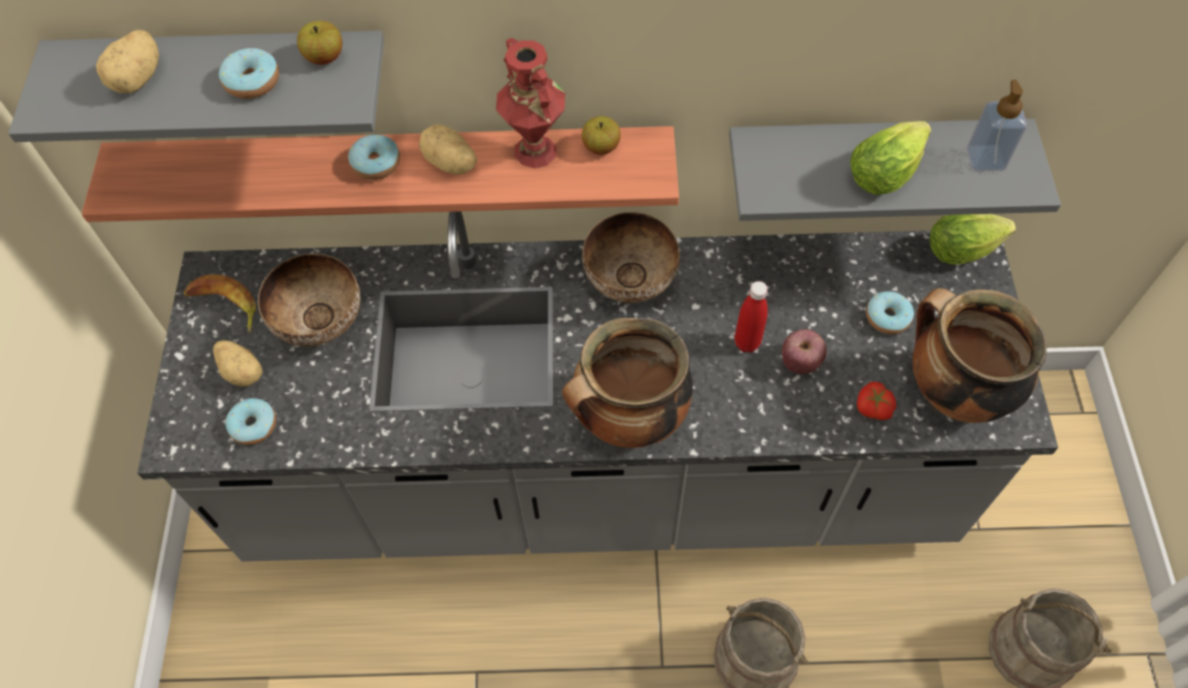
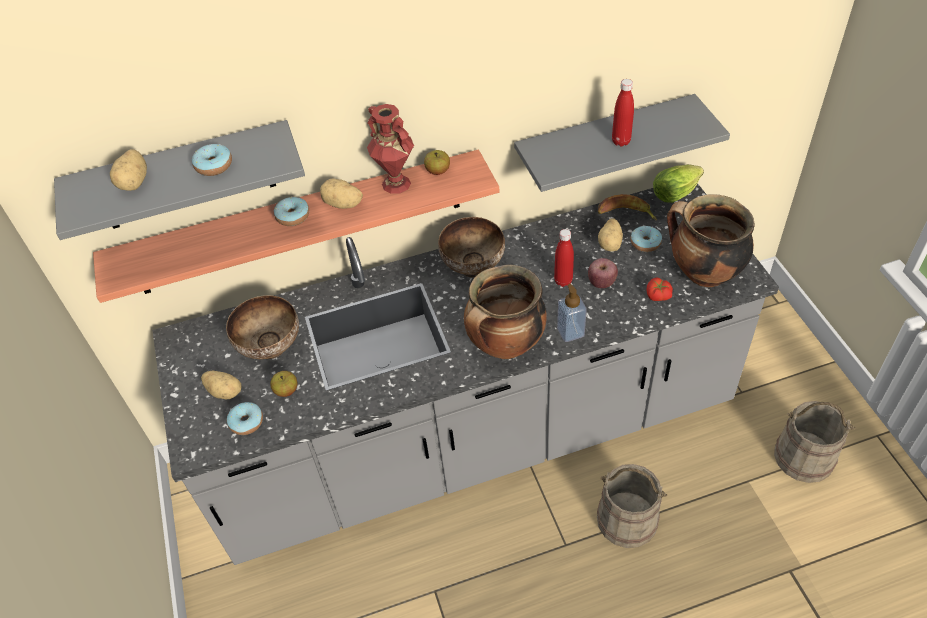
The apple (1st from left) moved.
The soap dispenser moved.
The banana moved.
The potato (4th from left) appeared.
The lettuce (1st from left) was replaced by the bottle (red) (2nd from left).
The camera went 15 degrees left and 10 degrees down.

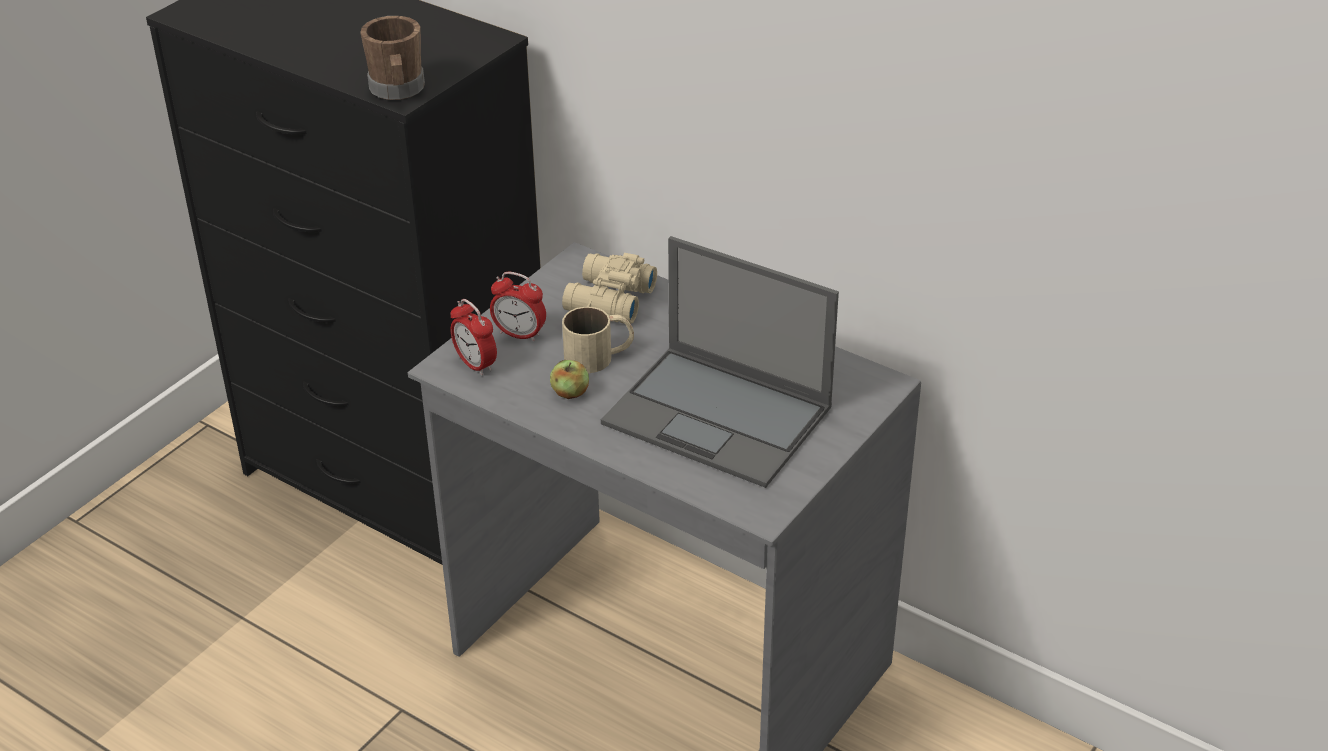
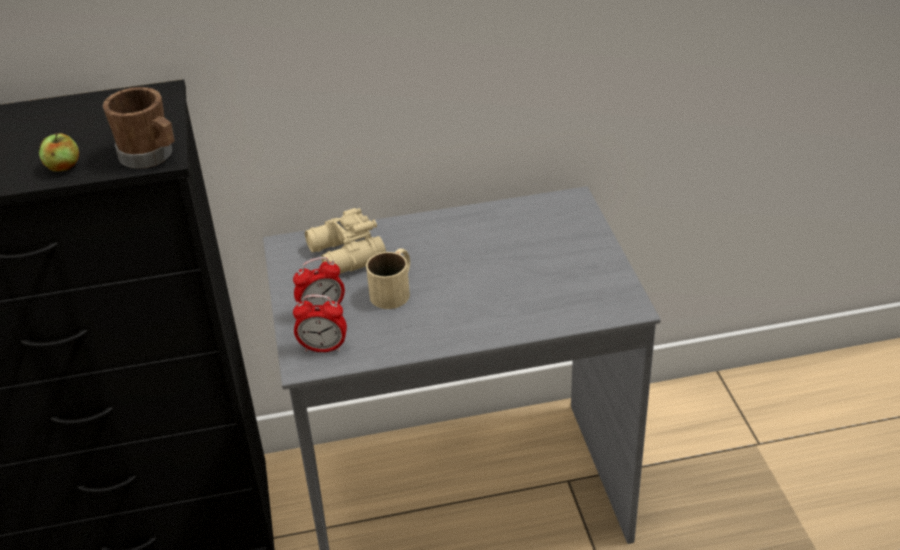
The apple moved.
The laptop disappeared.
The camera went 45 degrees left and 0 degrees up.

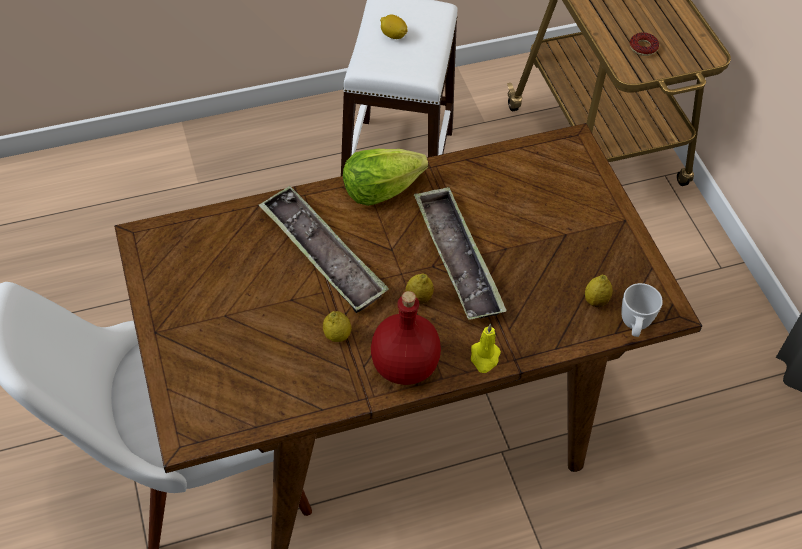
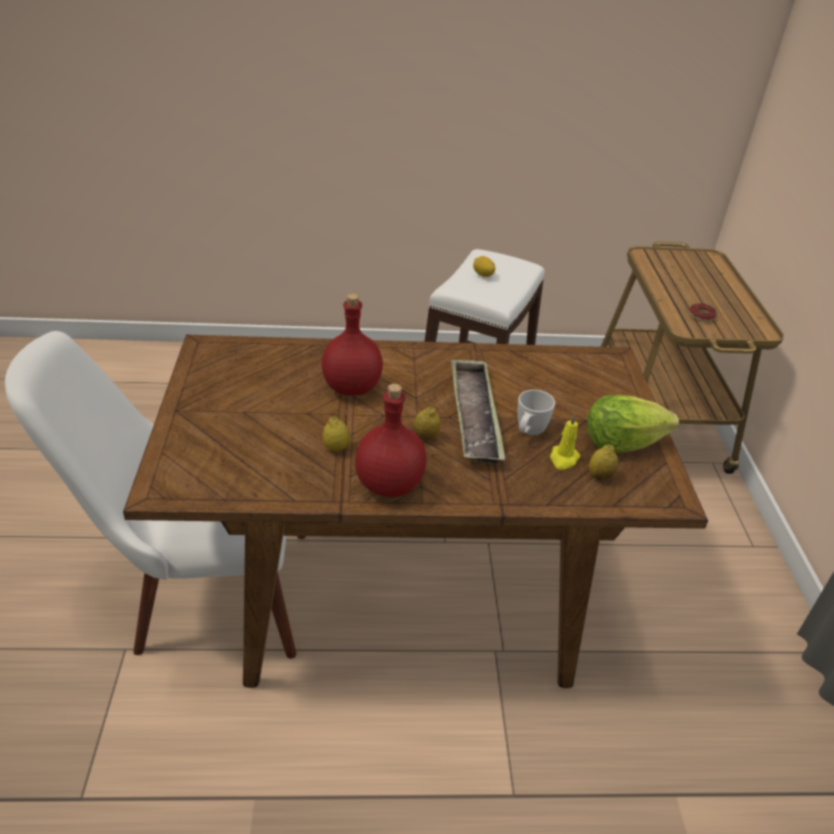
The tray (1st from left) was replaced by the bottle (red) (1st from left).
The mug (white) moved.
The candle (yellow) moved.
The lettuce moved.
The camera went 15 degrees right and 15 degrees down.

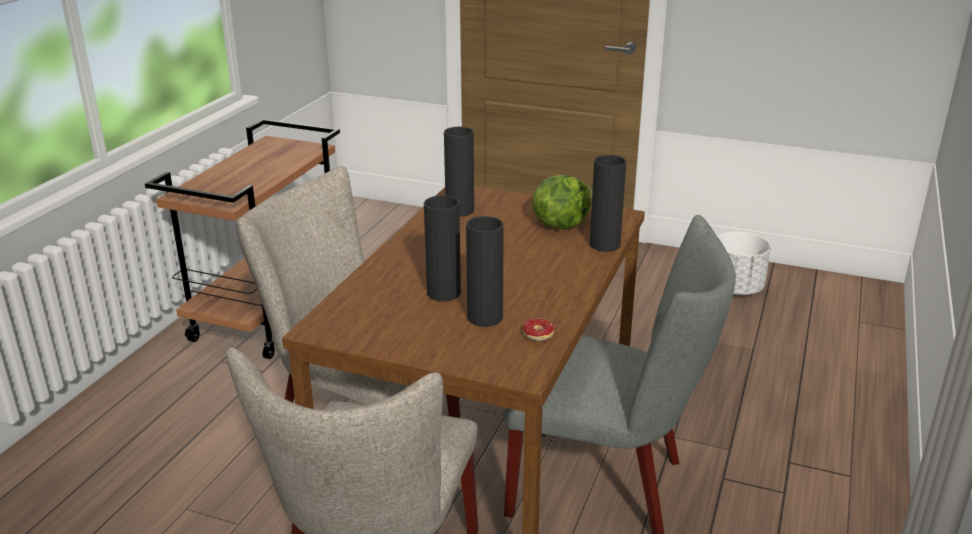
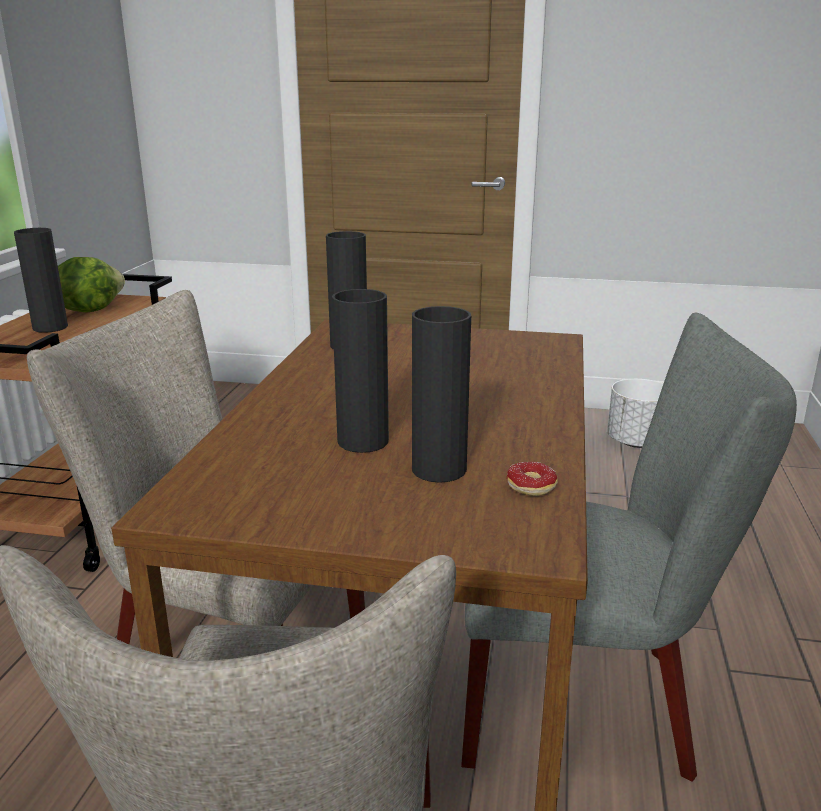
The vase (black) (4th from left in the first image) moved.
The lettuce moved.
The camera went 10 degrees left and 5 degrees down.

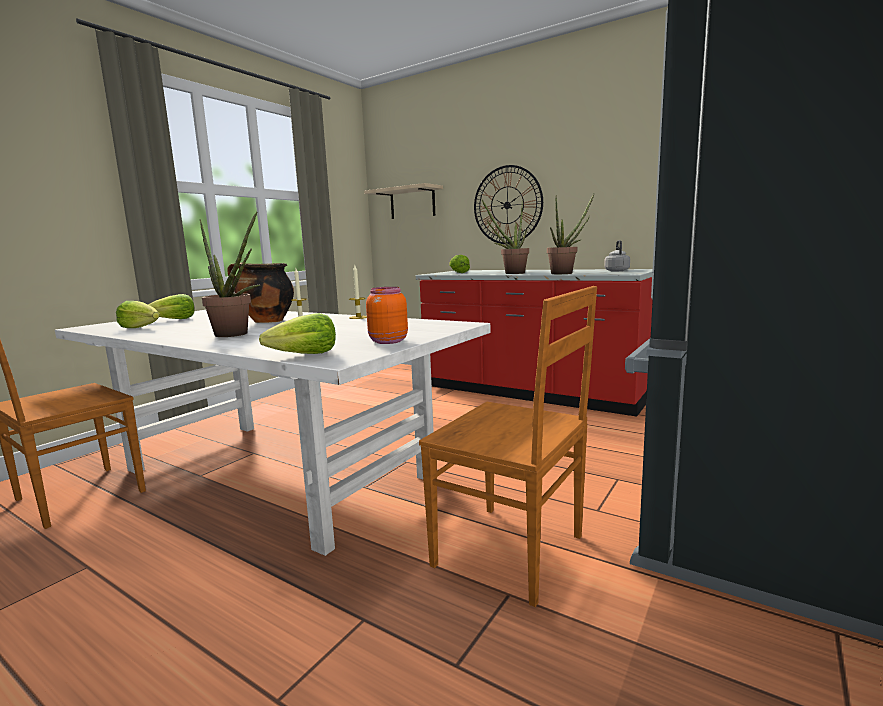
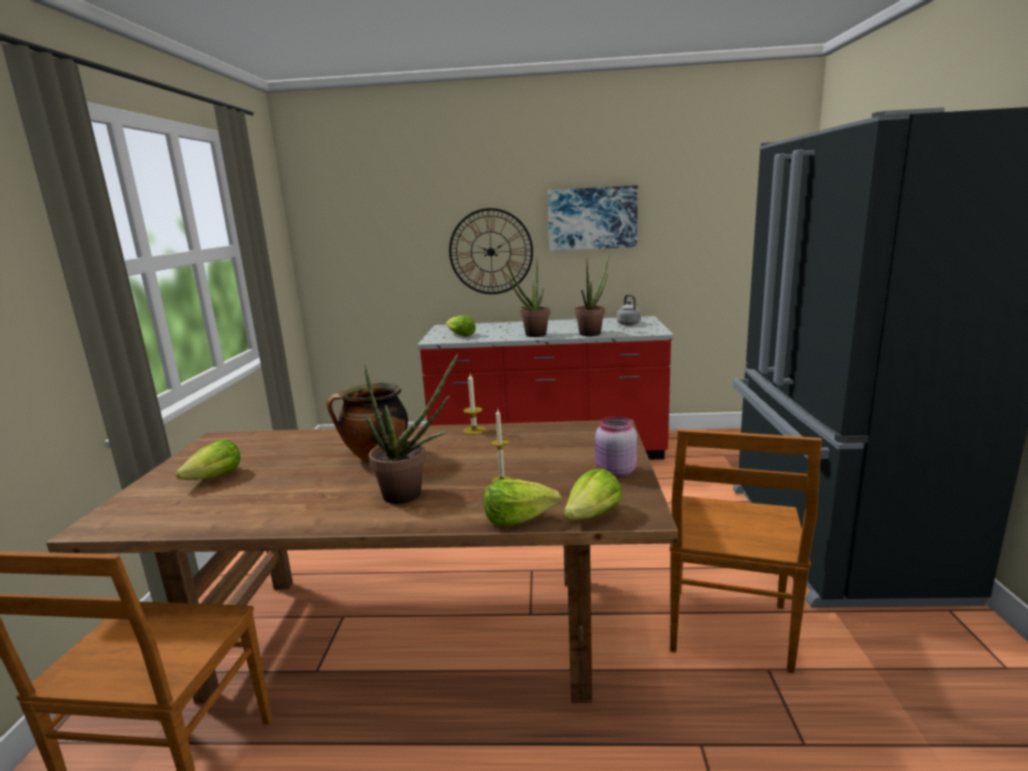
The dining table (white) became the dining table (brown).
The lettuce (1st from left in the first image) moved.
The picture appeared.
The jar (orange) became the jar (pink).
The chair (brown) (2nd from left) turned 105 degrees clockwise.
The shelf (beige) disappeared.
The camera went 30 degrees left and 5 degrees up.

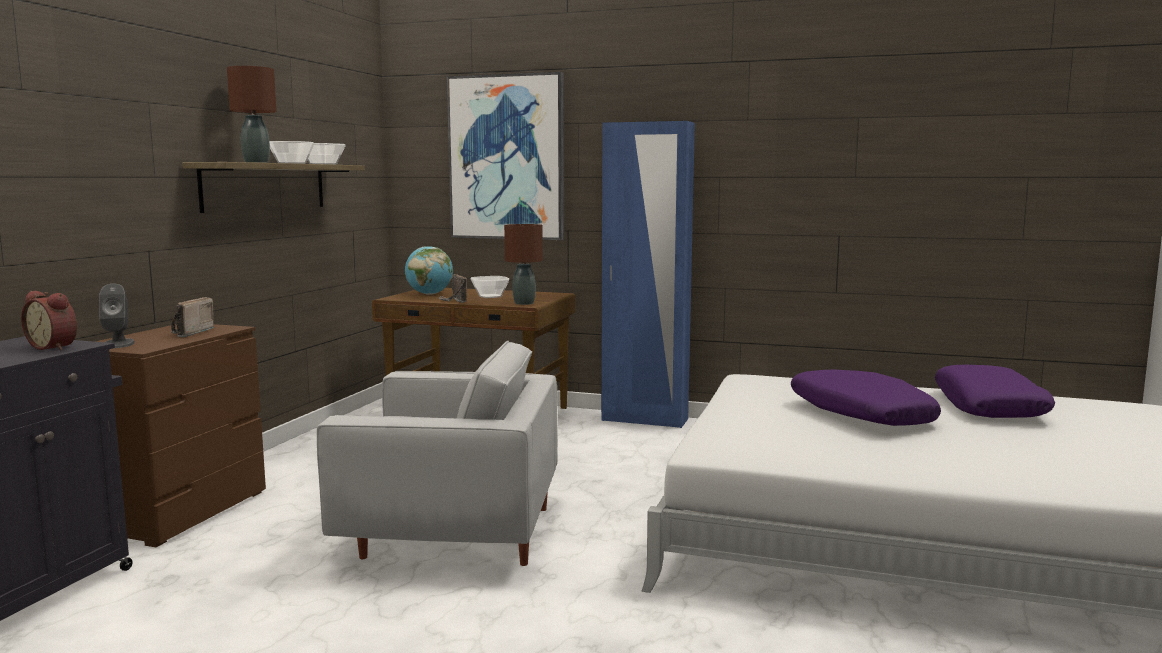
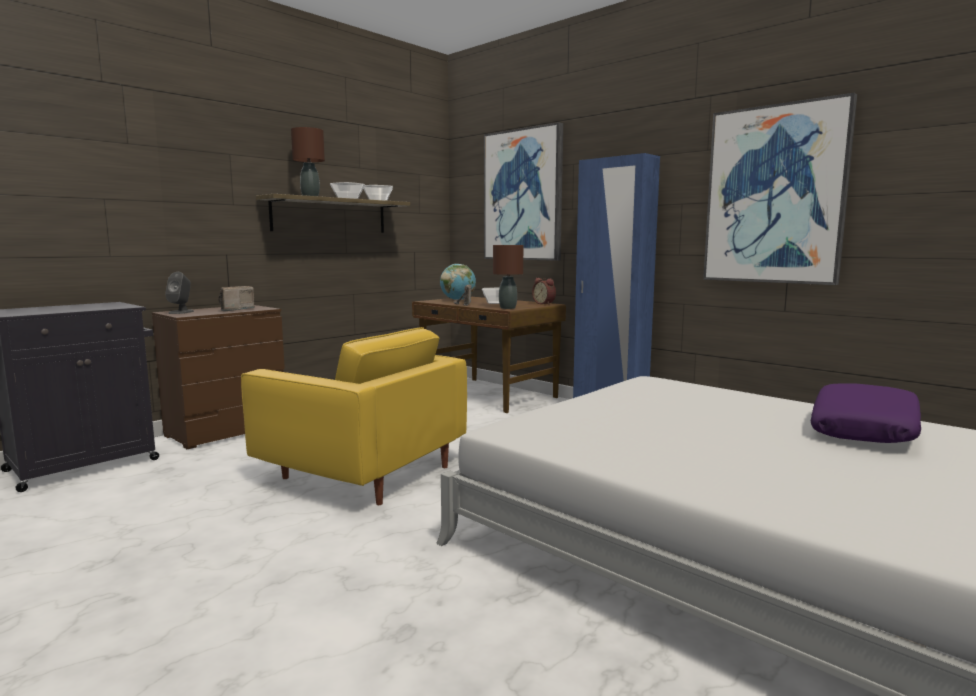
The armchair (white) became the armchair (yellow).
The alarm clock moved.
The picture (2nd from left) appeared.
The pillow (purple) (1st from left) disappeared.
The camera went 25 degrees right and 0 degrees up.

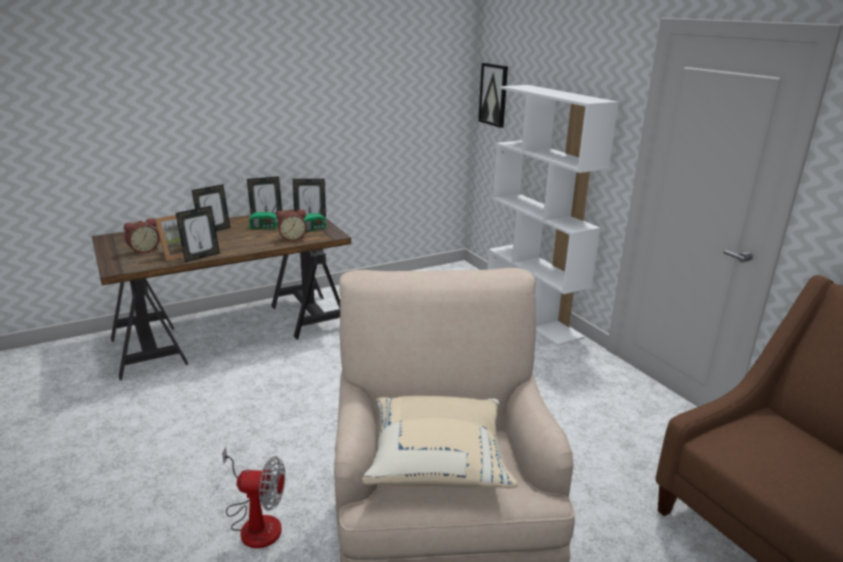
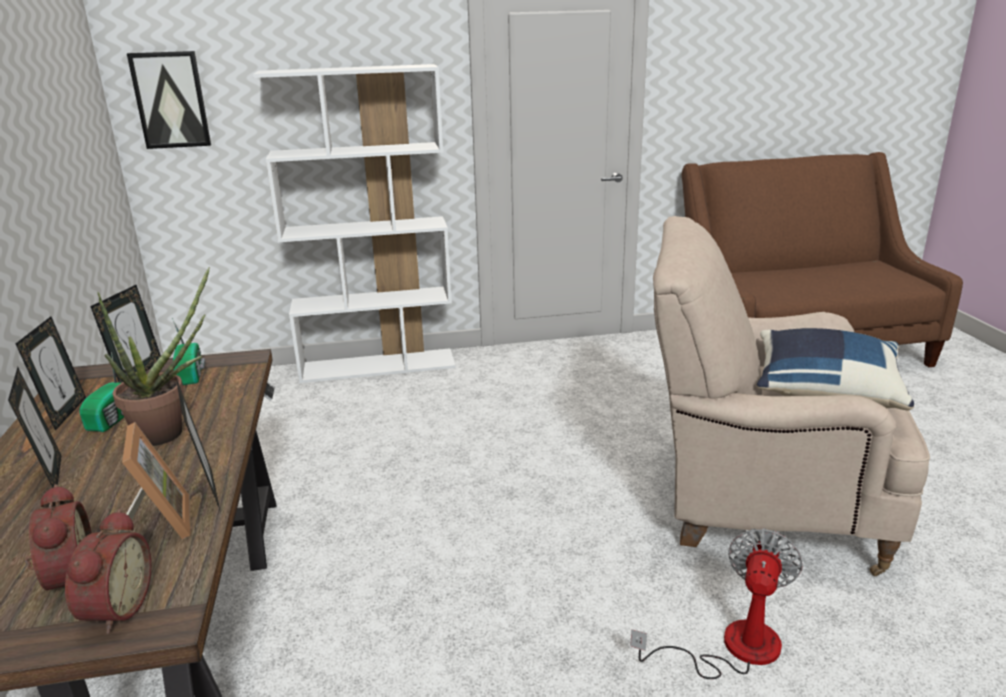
The alarm clock (2nd from left) moved.
The potted plant appeared.
The pillow (beige) became the pillow (blue).
The camera went 70 degrees left and 0 degrees up.

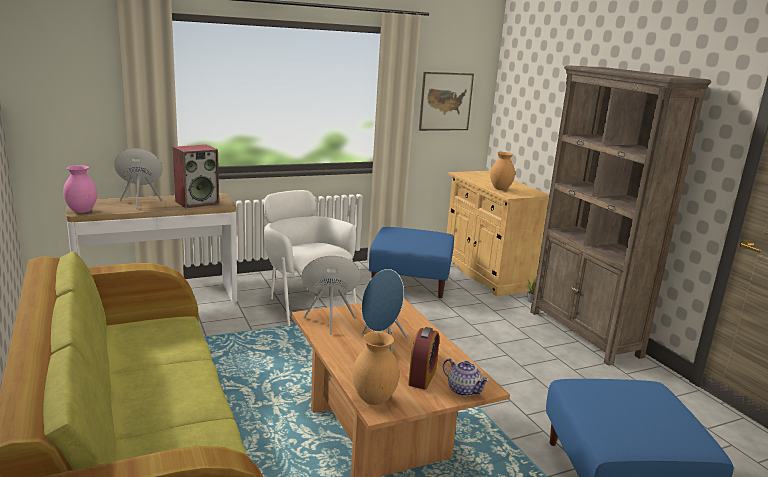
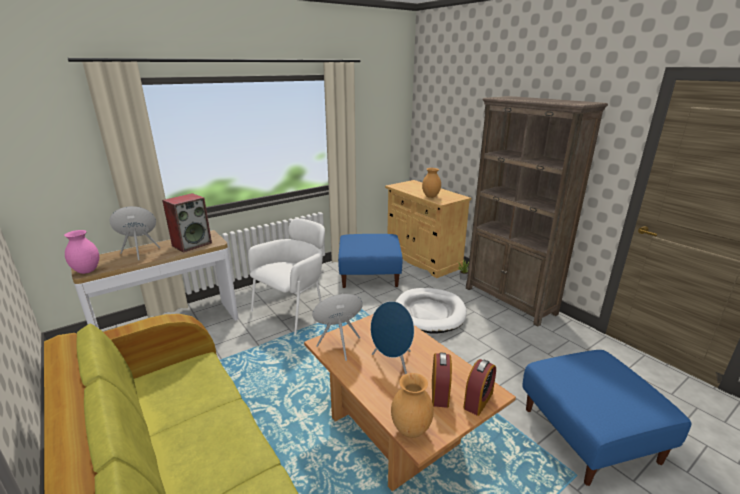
The armchair (white) turned 90 degrees clockwise.
The dog bed (white) appeared.
The teapot was replaced by the alarm clock (2nd from left).
The picture disappeared.
The camera went 10 degrees left and 5 degrees up.

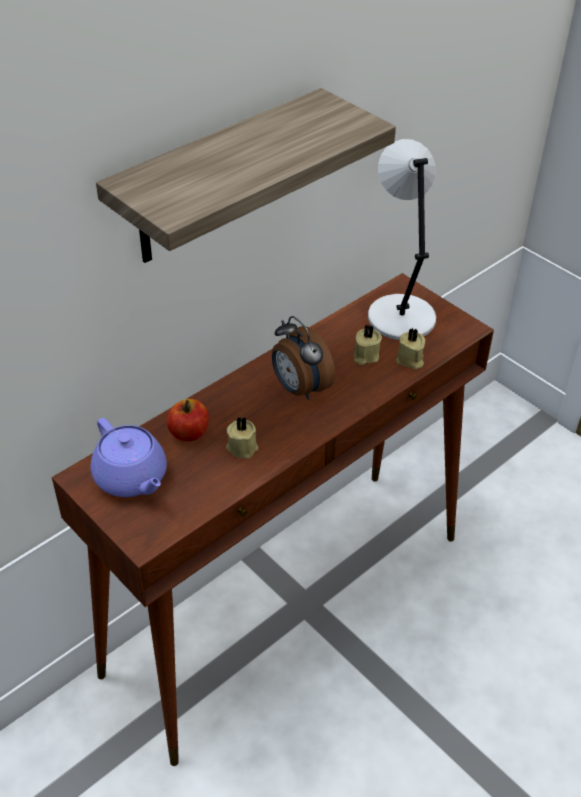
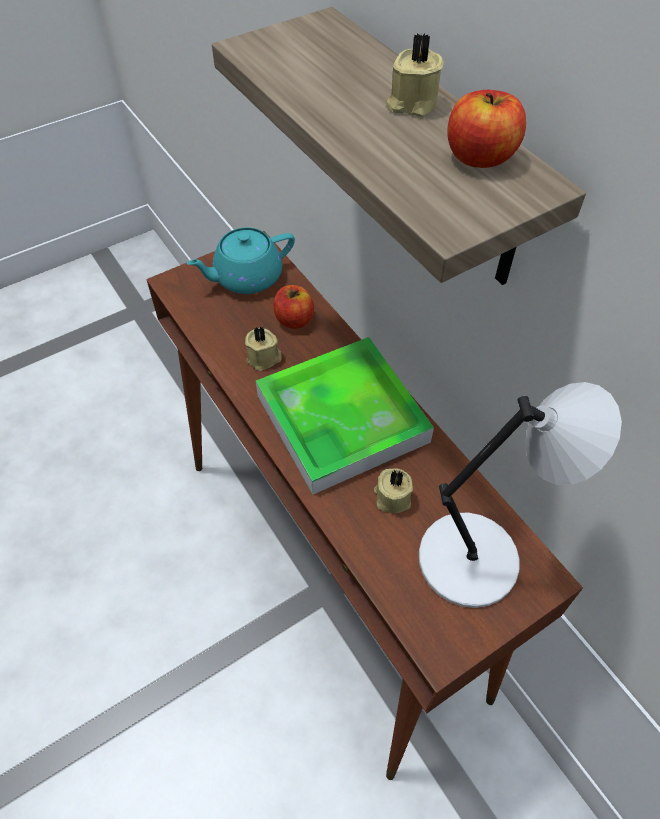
The teapot (purple) became the teapot (turquoise).
The alarm clock was replaced by the tray.
The candle (beige) (3rd from left) moved.
The apple (2nd from left) appeared.
The camera went 100 degrees right and 10 degrees up.

